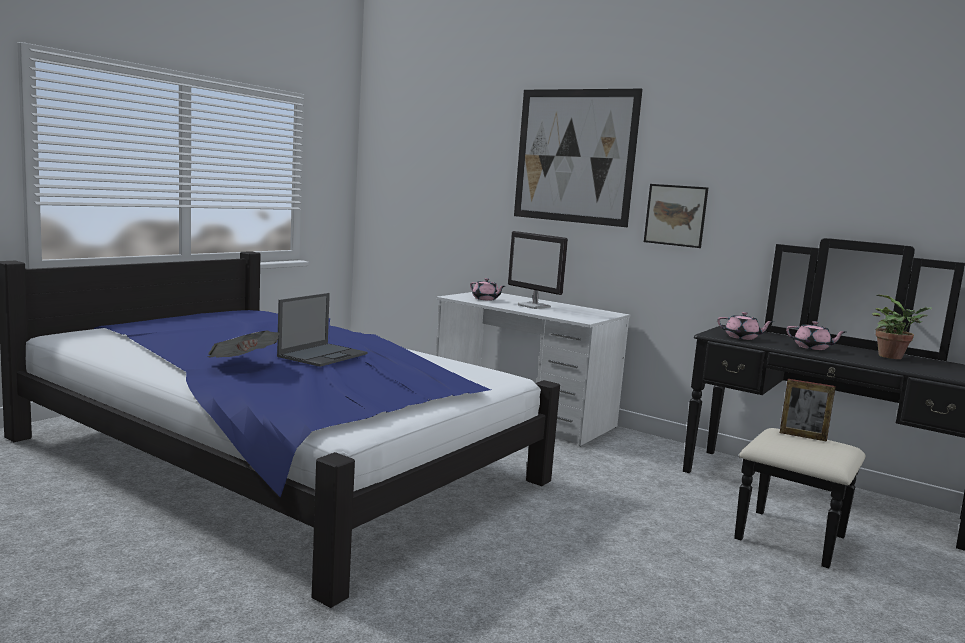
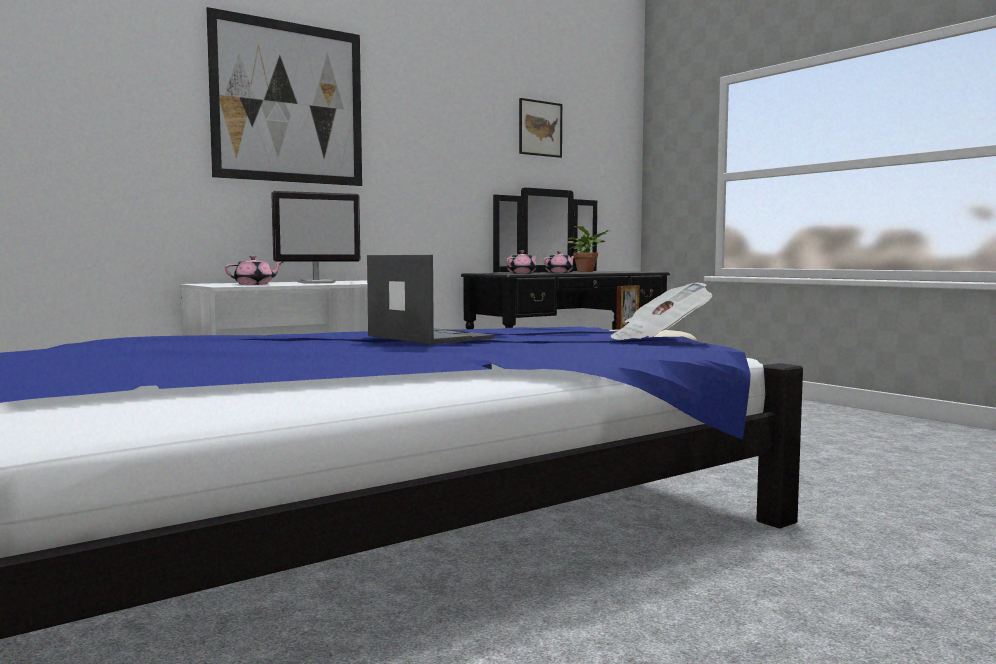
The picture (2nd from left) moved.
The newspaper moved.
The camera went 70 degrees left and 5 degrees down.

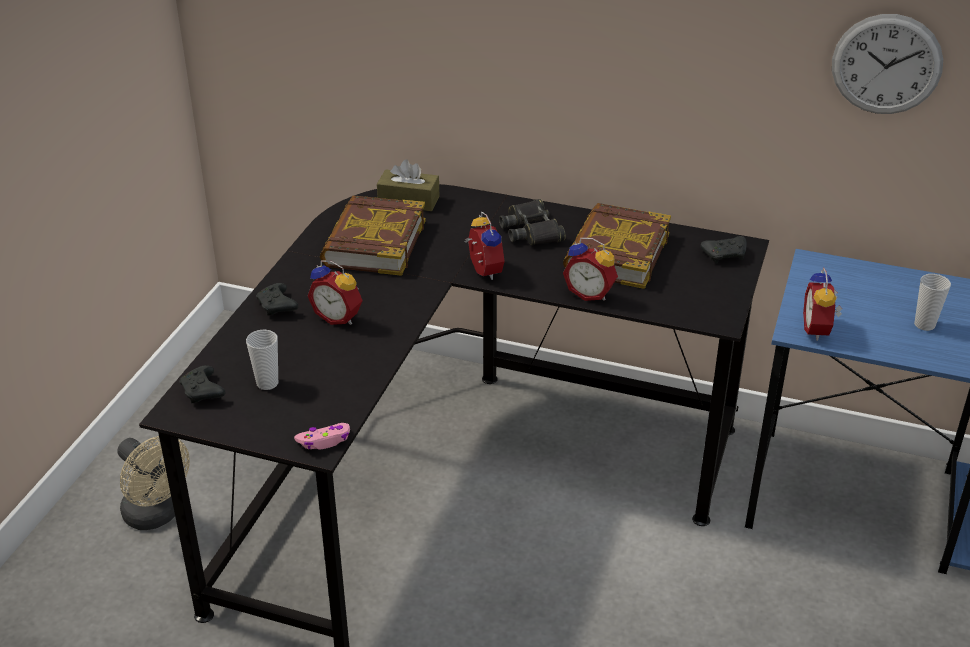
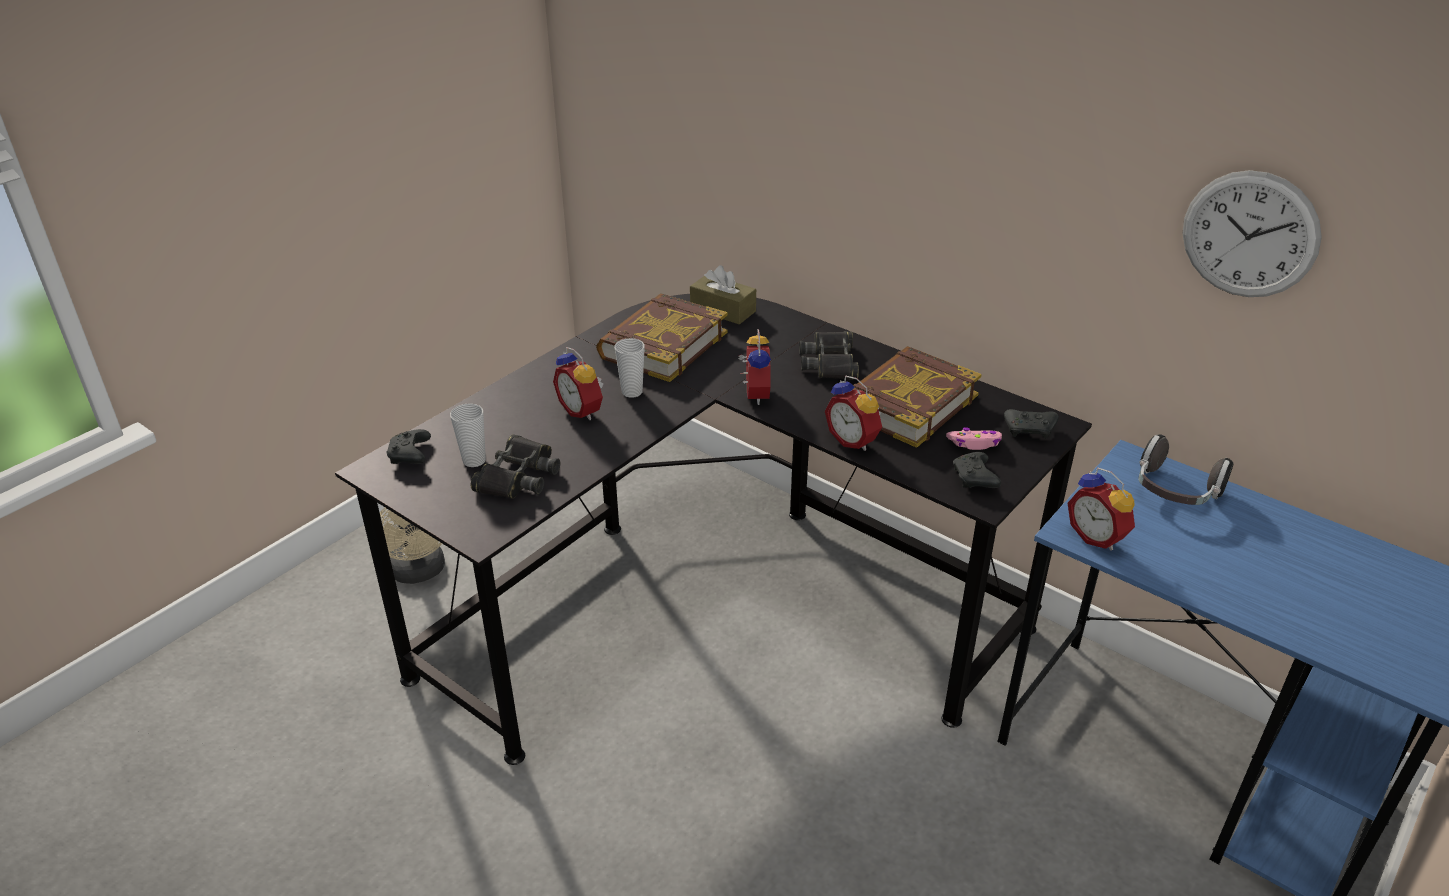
The binoculars (black) (1st from left) appeared.
The cup (2nd from left) moved.
The game controller (pink) moved.
The game controller (black) (2nd from left) moved.
The alarm clock (4th from left) turned 60 degrees counterclockwise.
The headphones appeared.
The camera went 20 degrees right and 0 degrees up.

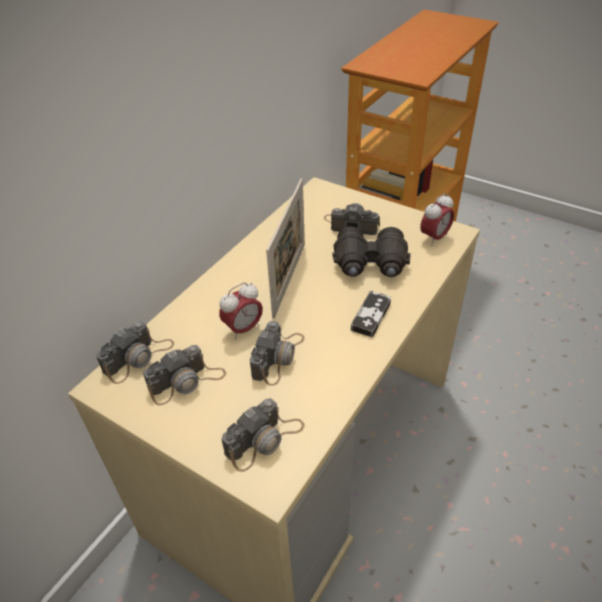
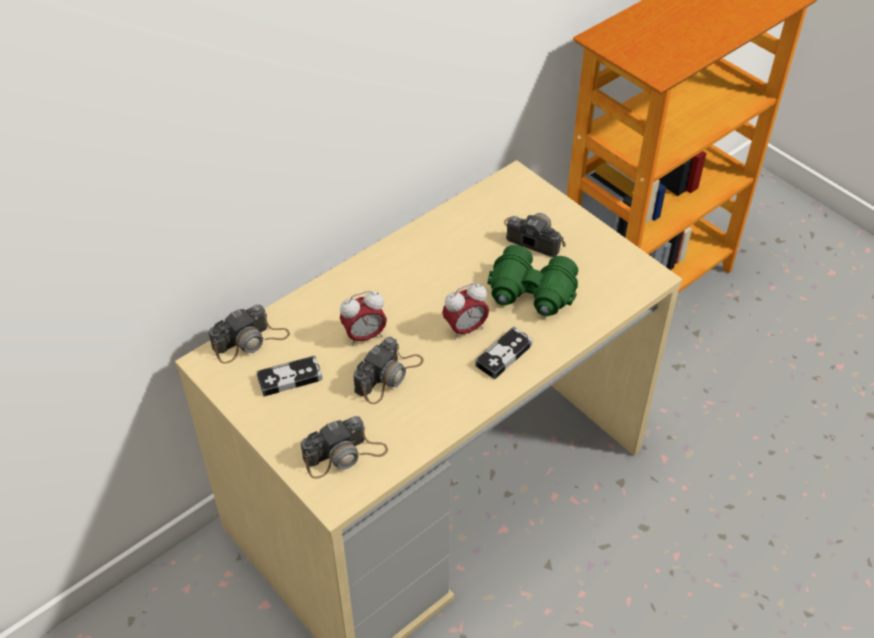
The photo camera (2nd from left) was replaced by the game controller (1st from left).
The alarm clock (2nd from left) moved.
The binoculars (black) became the binoculars (green).
The picture frame disappeared.
The camera went 15 degrees right and 5 degrees up.

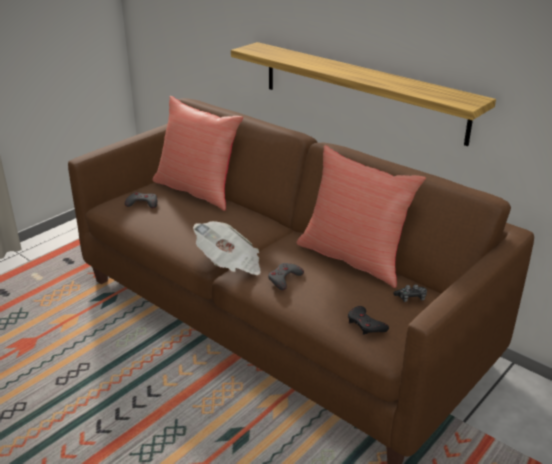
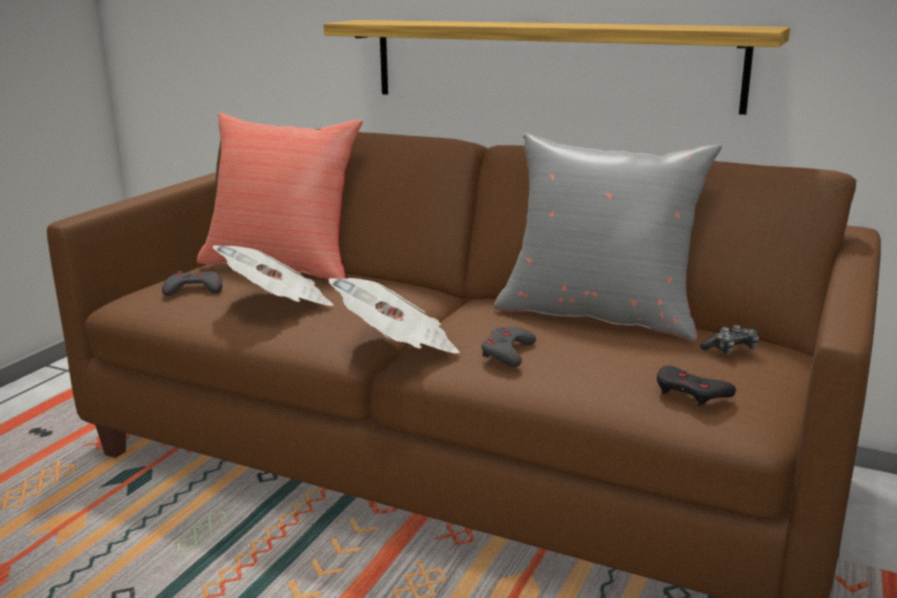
The newspaper (1st from left) appeared.
The pillow (red) (2nd from left) became the pillow (grey).
The camera went 15 degrees left and 10 degrees down.

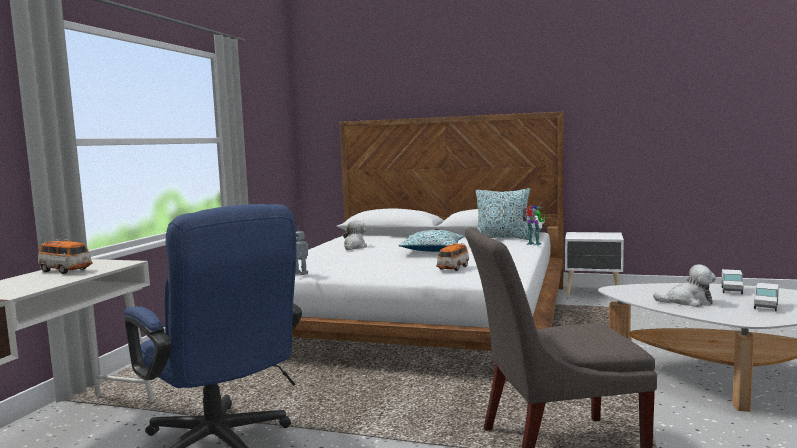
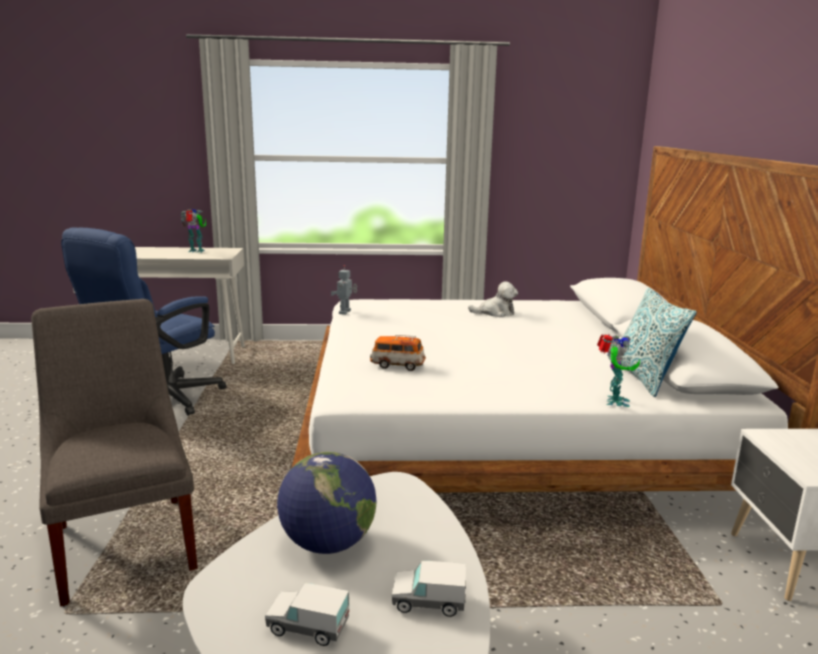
The toy car (1st from left) was replaced by the toy robot (1st from left).
The plush toy (2nd from left) was replaced by the globe.
The pillow (1st from left) disappeared.
The camera went 70 degrees right and 10 degrees up.

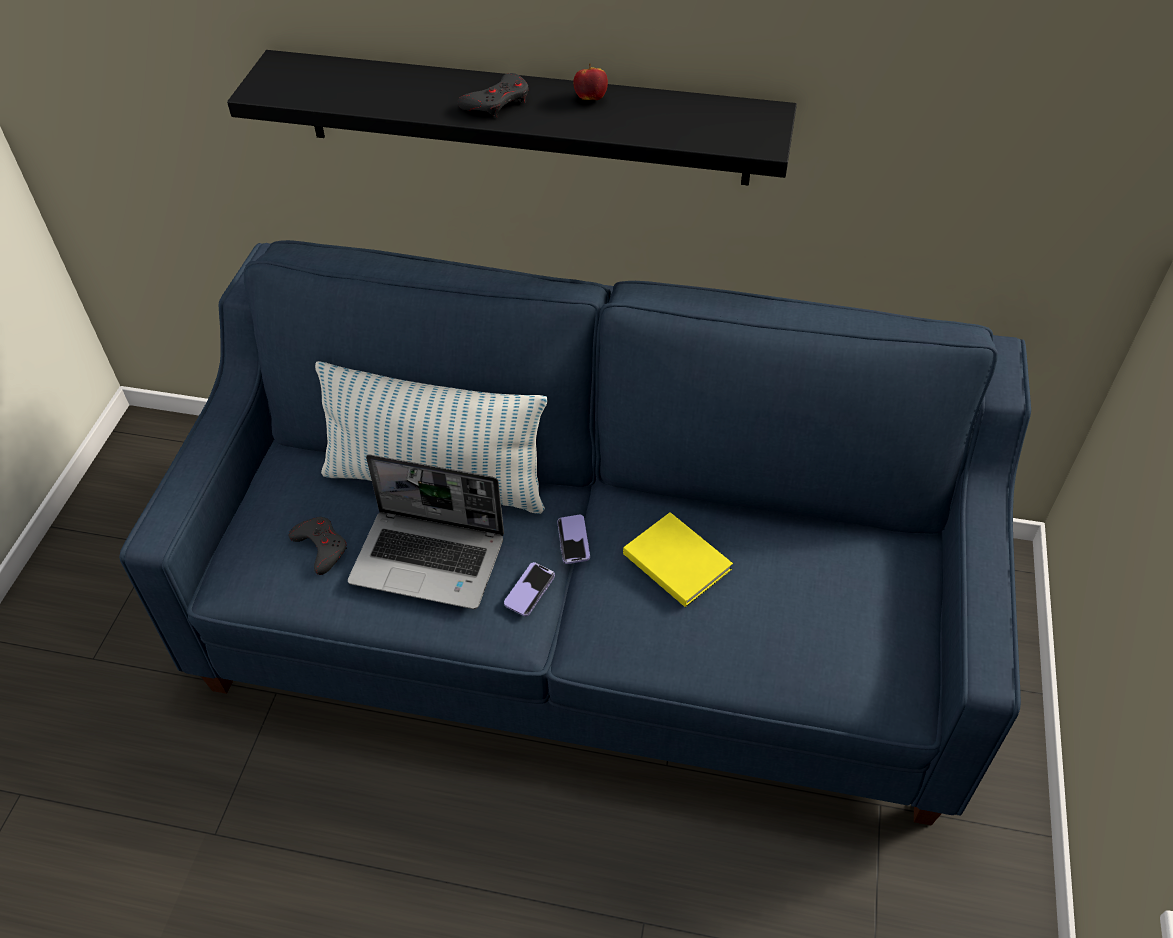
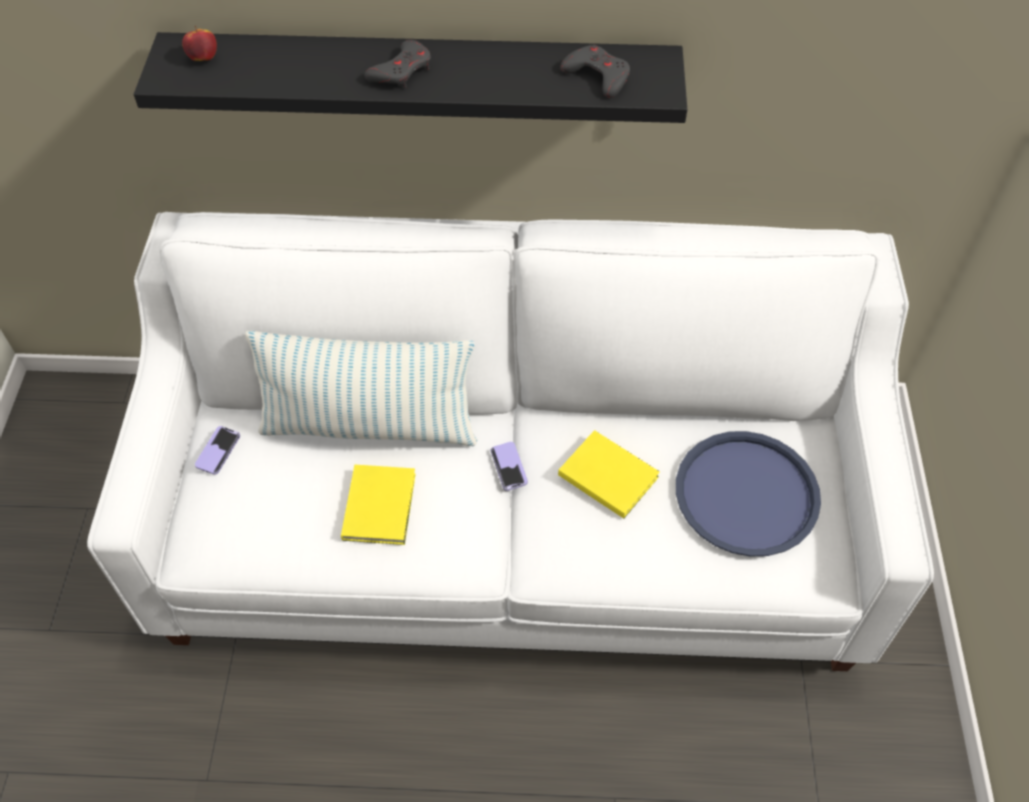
The sofa (blue) became the sofa (white).
The apple moved.
The phone (1st from left) moved.
The laptop was replaced by the book (yellow) (1st from left).
The game controller (grey) (1st from left in the first image) moved.
The tray (blue) appeared.
The camera went 10 degrees left and 5 degrees up.

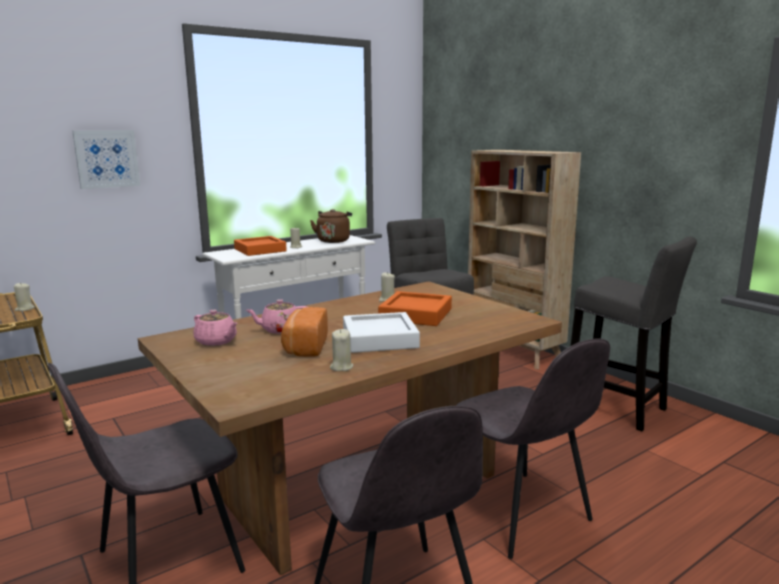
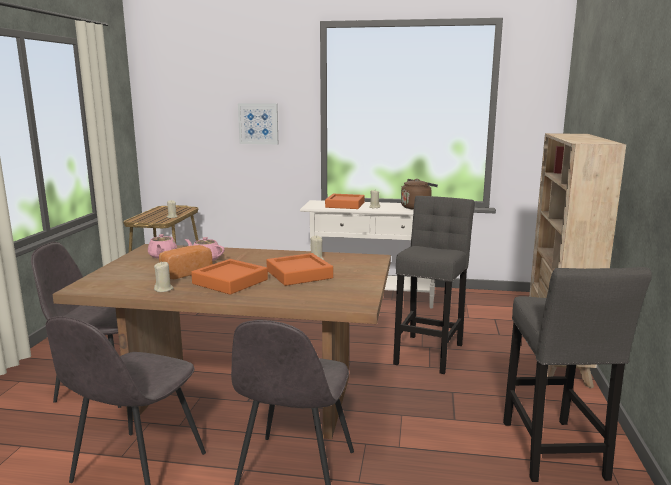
The tray (white) became the tray (orange) (1st from left).
The camera went 45 degrees right and 0 degrees up.

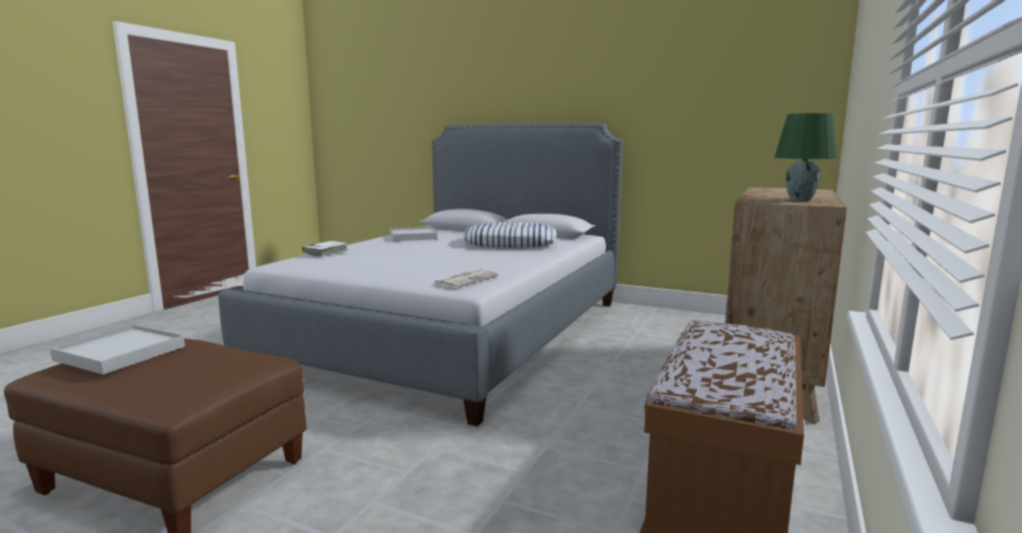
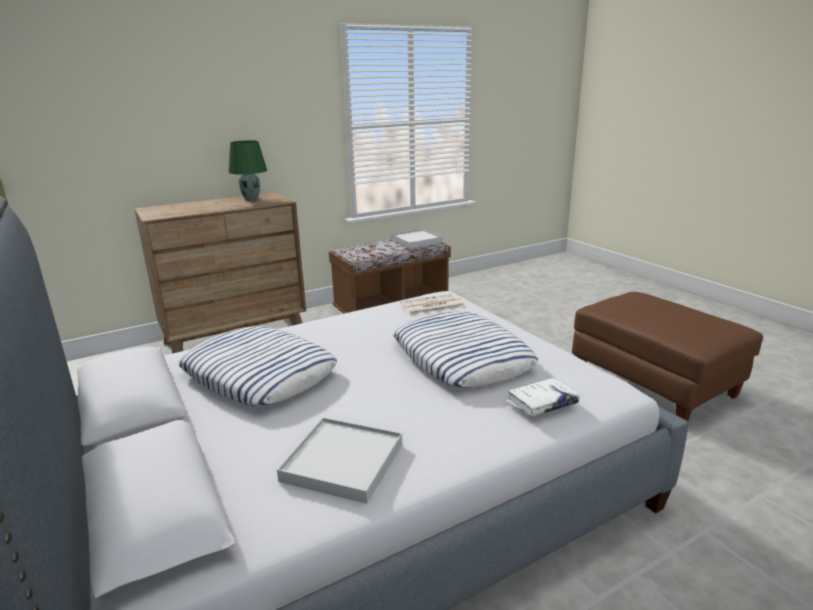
The tray (white) (1st from left in the first image) moved.
The pillow (2nd from left) appeared.
The camera went 145 degrees left and 10 degrees up.

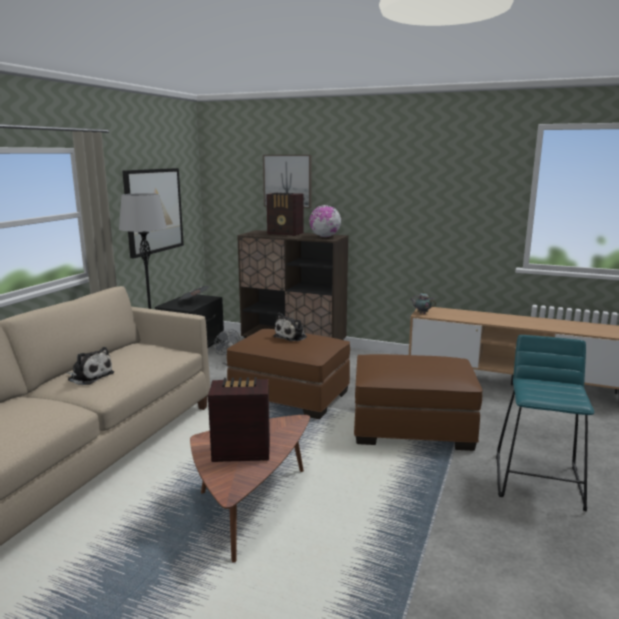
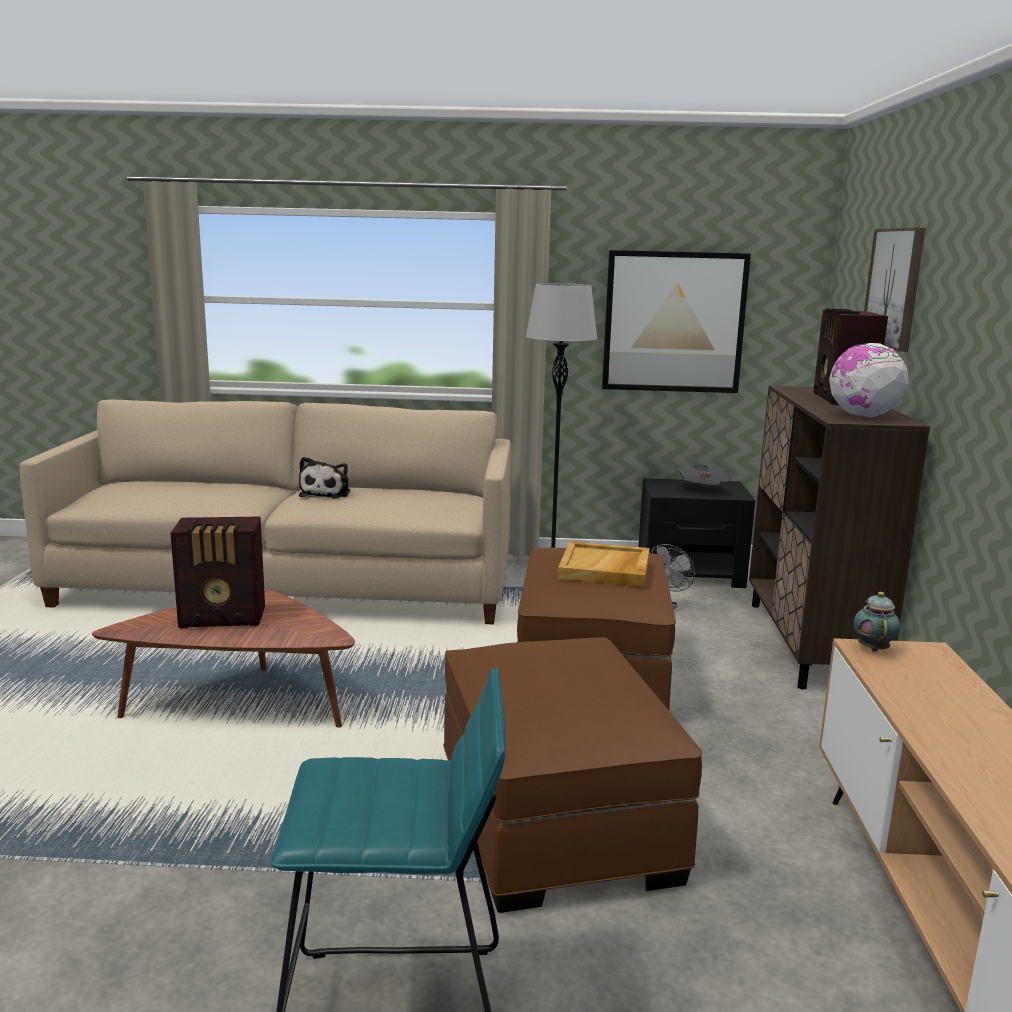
The radio (1st from left) turned 105 degrees clockwise.
The plush toy (2nd from left) was replaced by the tray (beige).
The camera went 70 degrees right and 0 degrees up.

